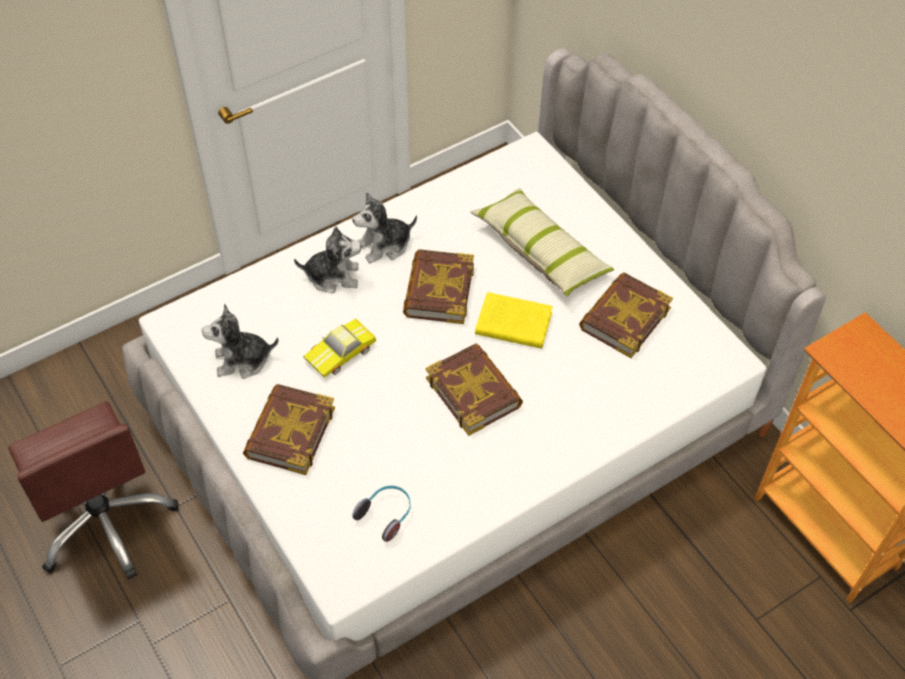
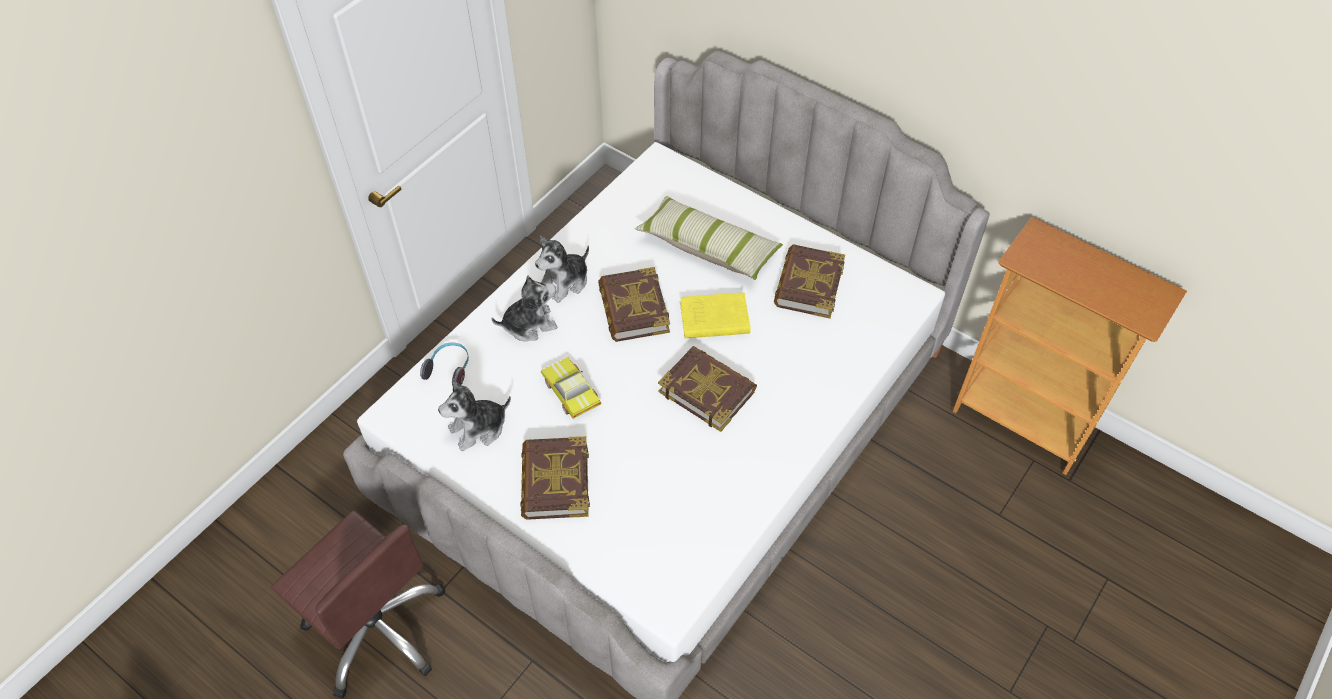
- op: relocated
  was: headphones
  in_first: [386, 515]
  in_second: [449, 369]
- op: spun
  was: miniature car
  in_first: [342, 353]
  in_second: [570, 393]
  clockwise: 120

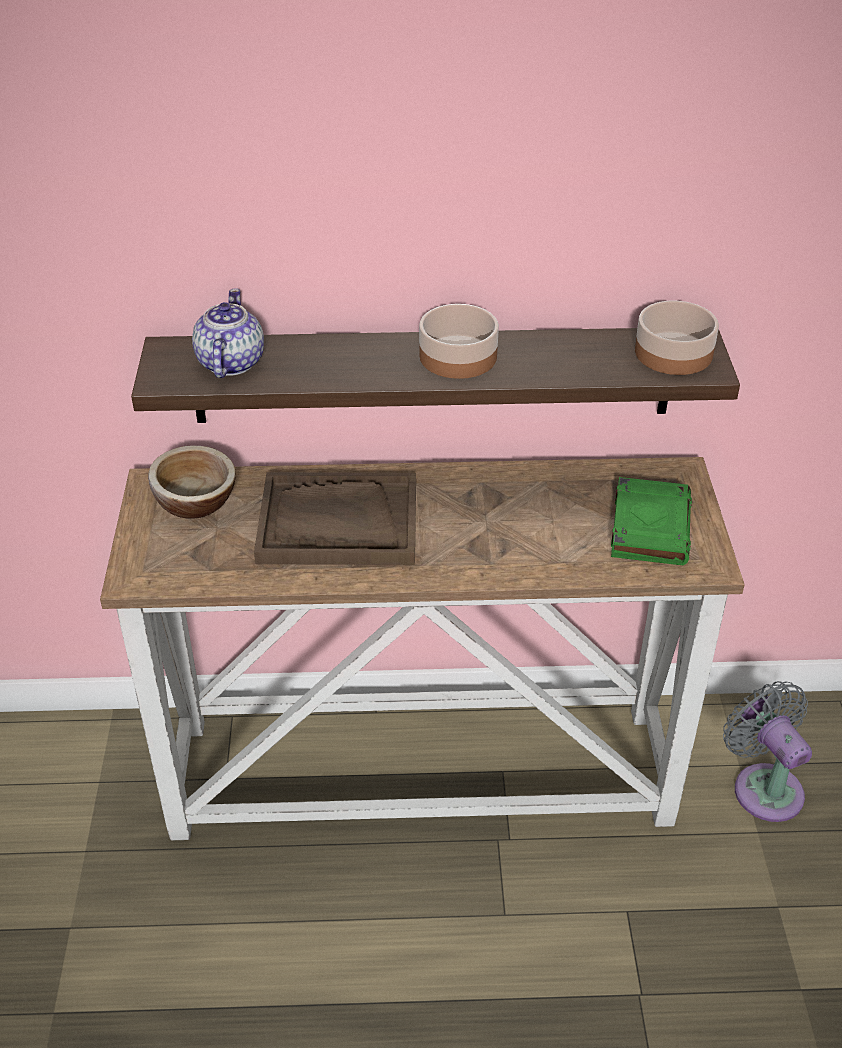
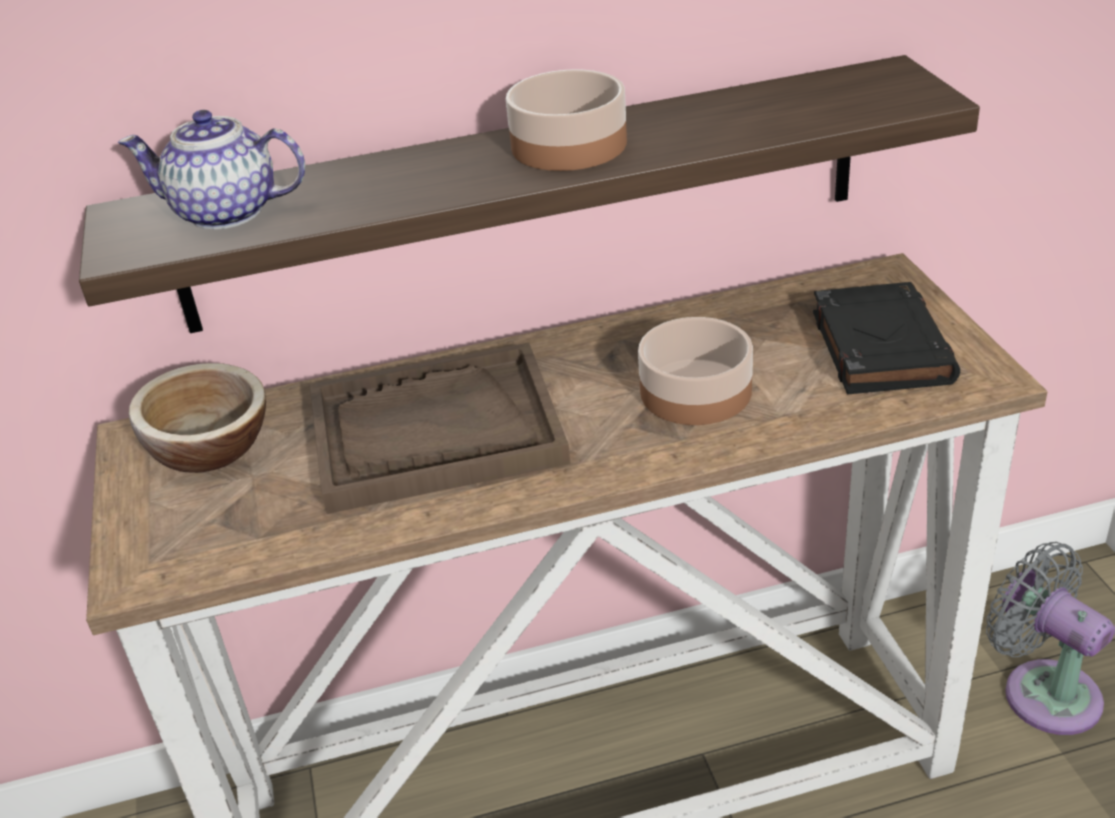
- op: spun
  was: pot for tea
  in_first: [229, 363]
  in_second: [227, 212]
  clockwise: -75
- op: relocated
  was: serving bowl
  in_first: [672, 353]
  in_second: [695, 393]
- op: colour
  was: bound book in greenish
  now: bound book in black-coloured
  in_first: [649, 526]
  in_second: [879, 346]

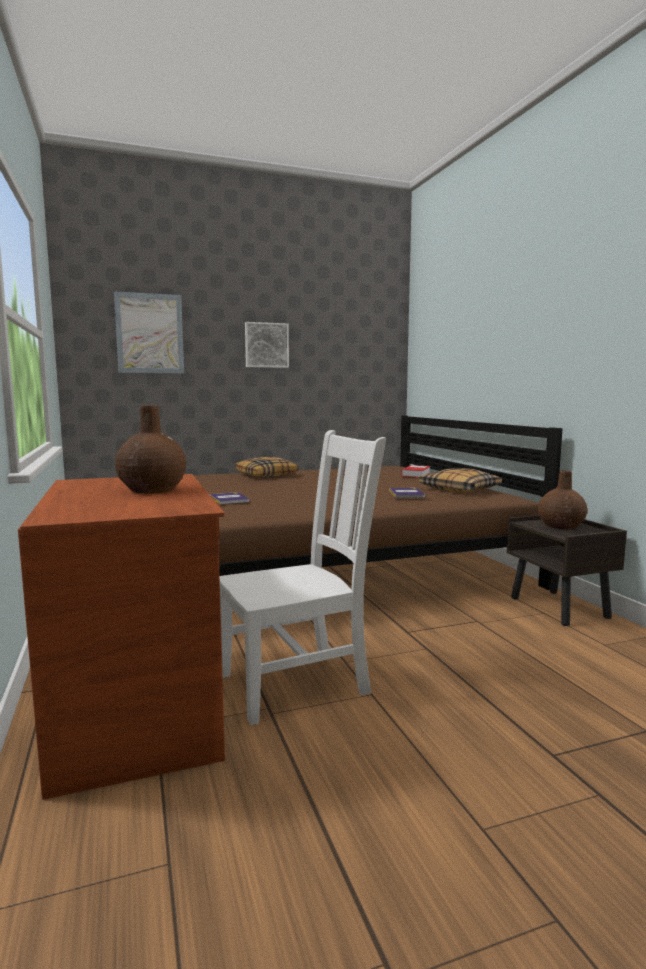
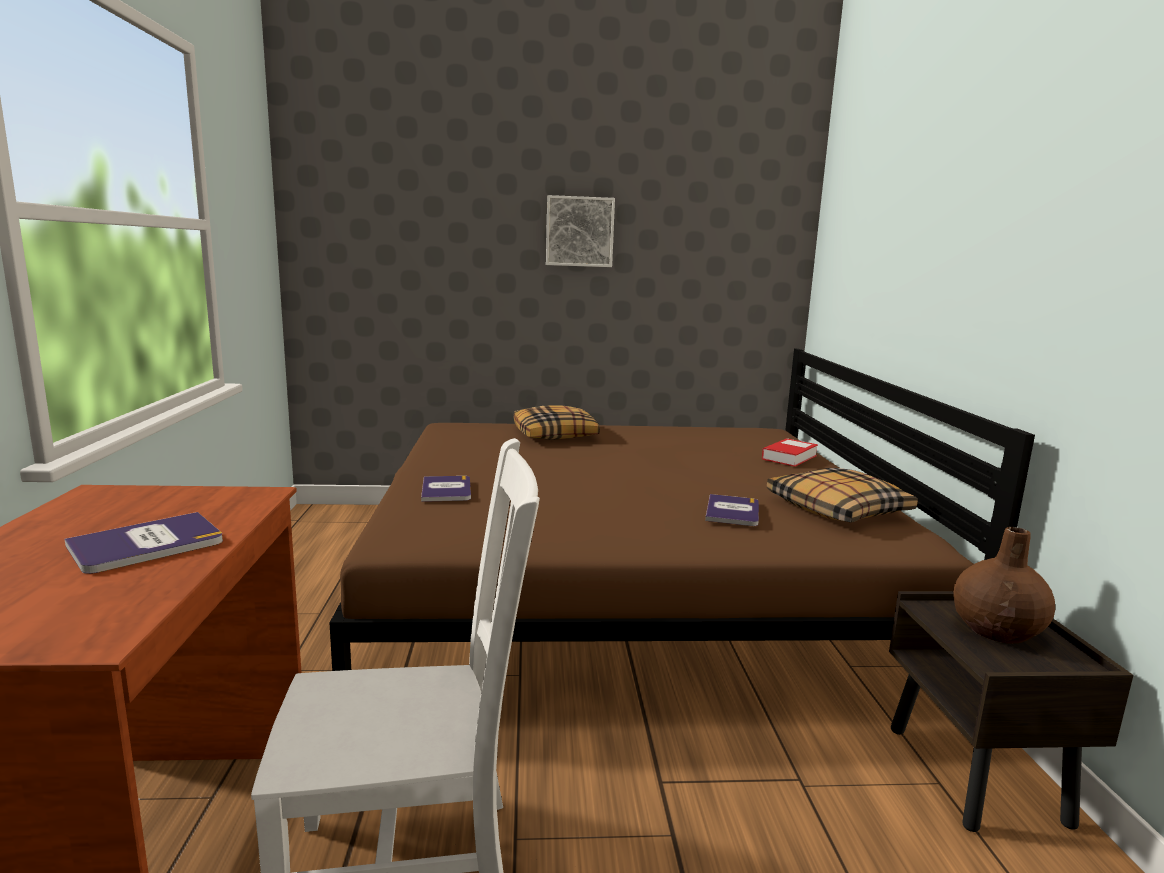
- op: exchanged
  was: flower vase in brownish
  now: bound book
  in_first: [153, 490]
  in_second: [147, 544]
- op: missing
  was: wall picture
  in_first: [149, 333]

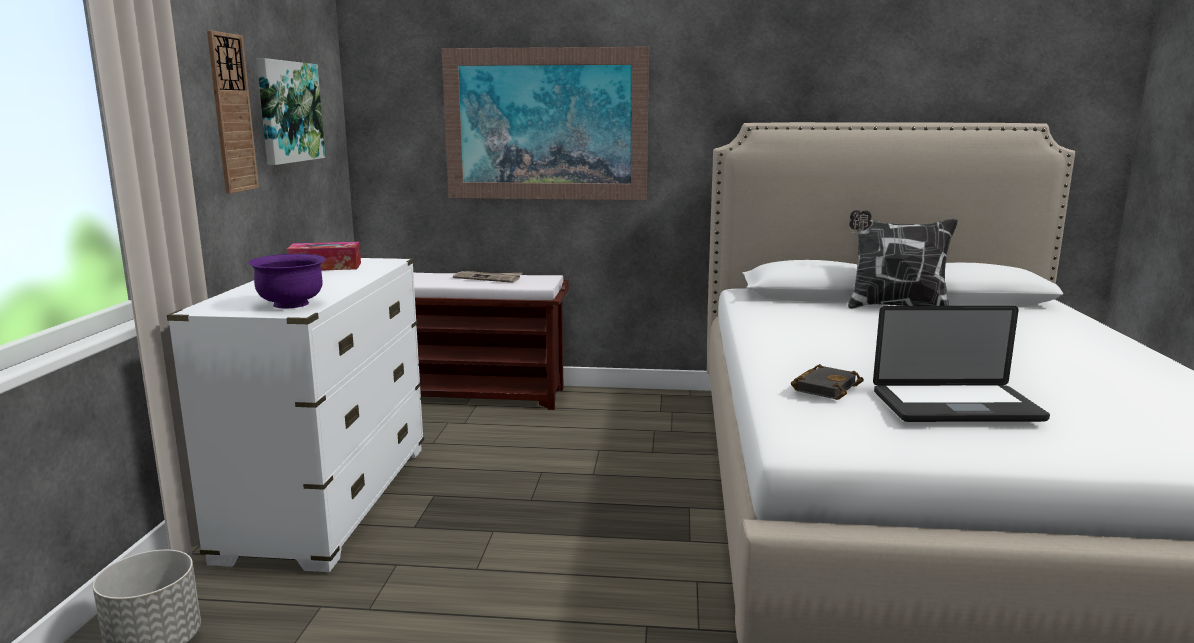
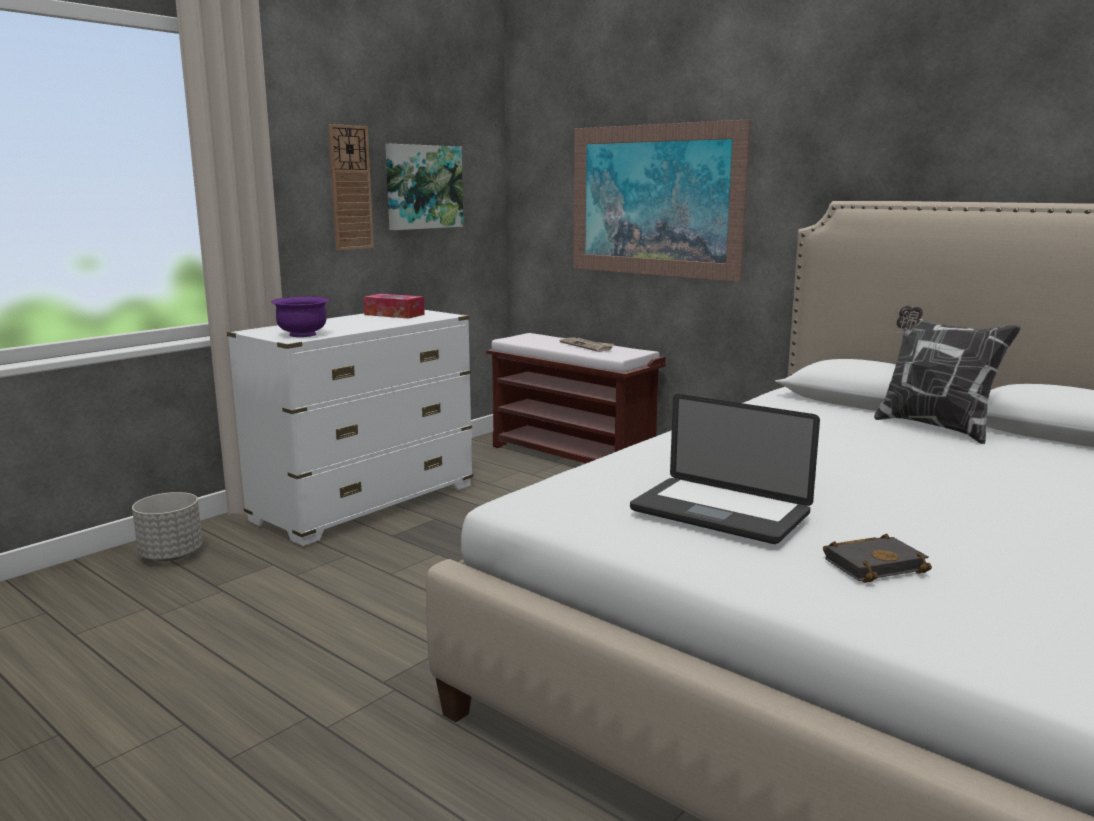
- op: relocated
  was: bound book in black-coloured
  in_first: [825, 387]
  in_second: [874, 564]

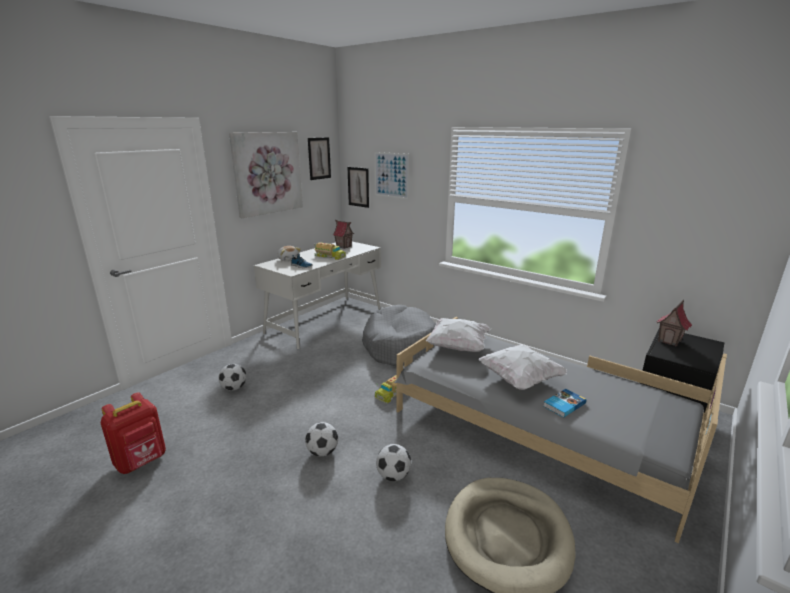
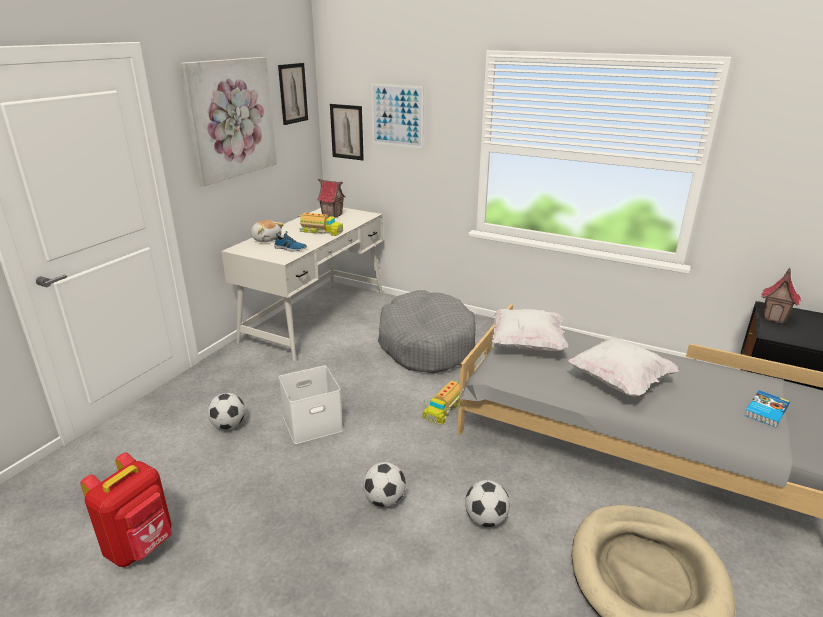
- op: appeared
  now: storage container in white
  in_second: [311, 424]
- op: relocated
  was: bound book
  in_first: [563, 404]
  in_second: [765, 410]

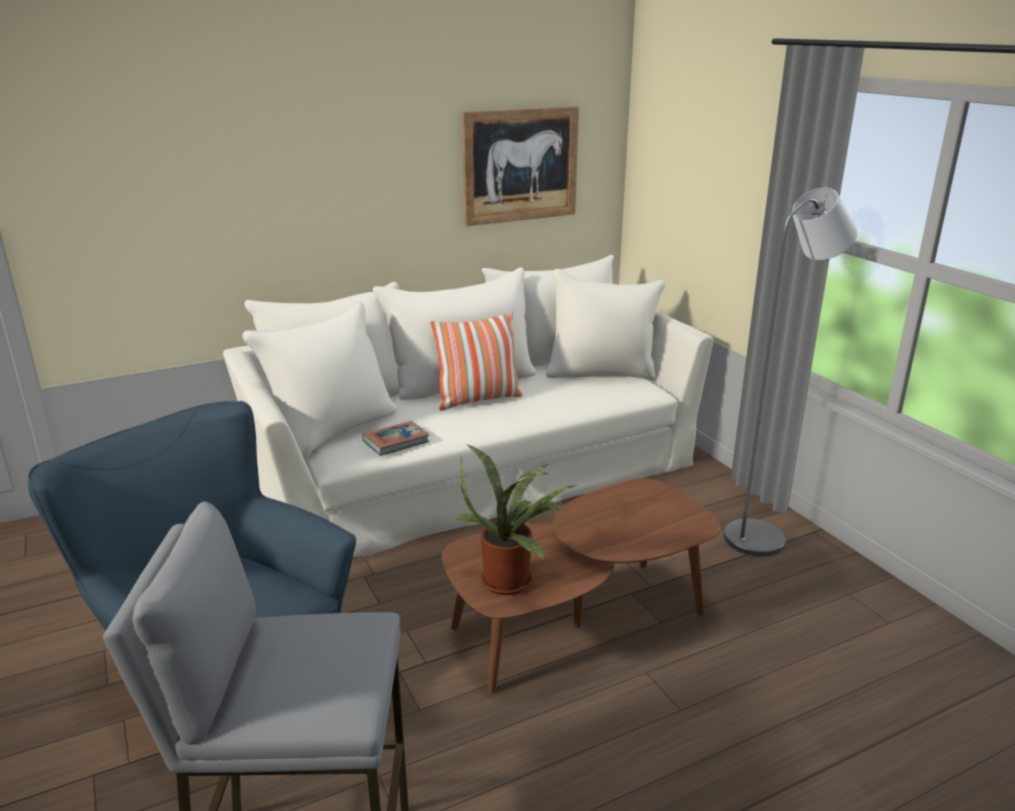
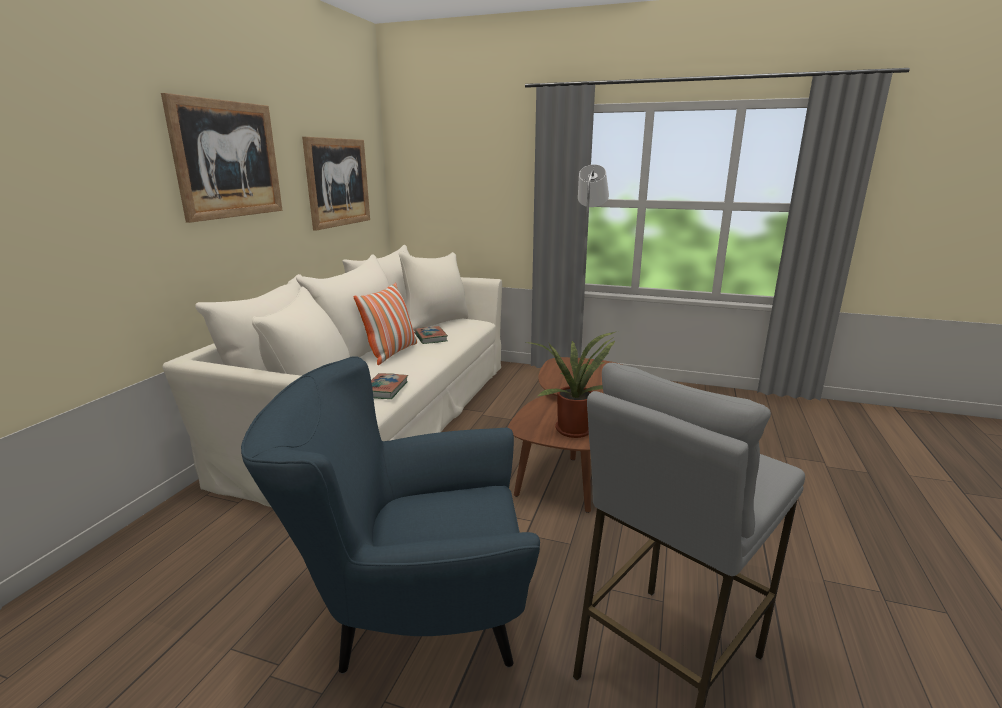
- op: appeared
  now: wall picture
  in_second: [228, 160]
- op: appeared
  now: bound book
  in_second: [430, 338]

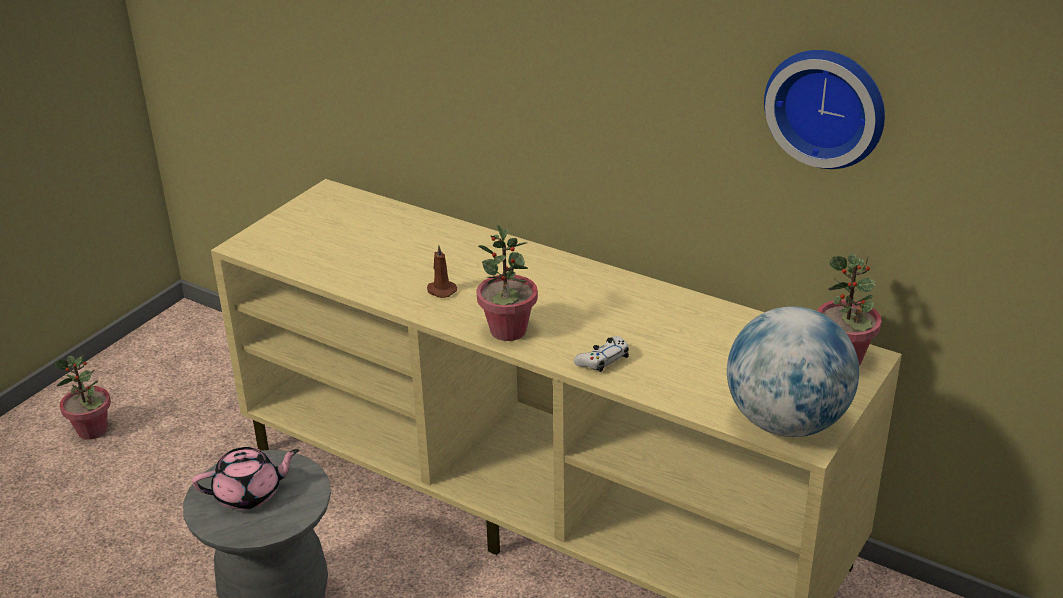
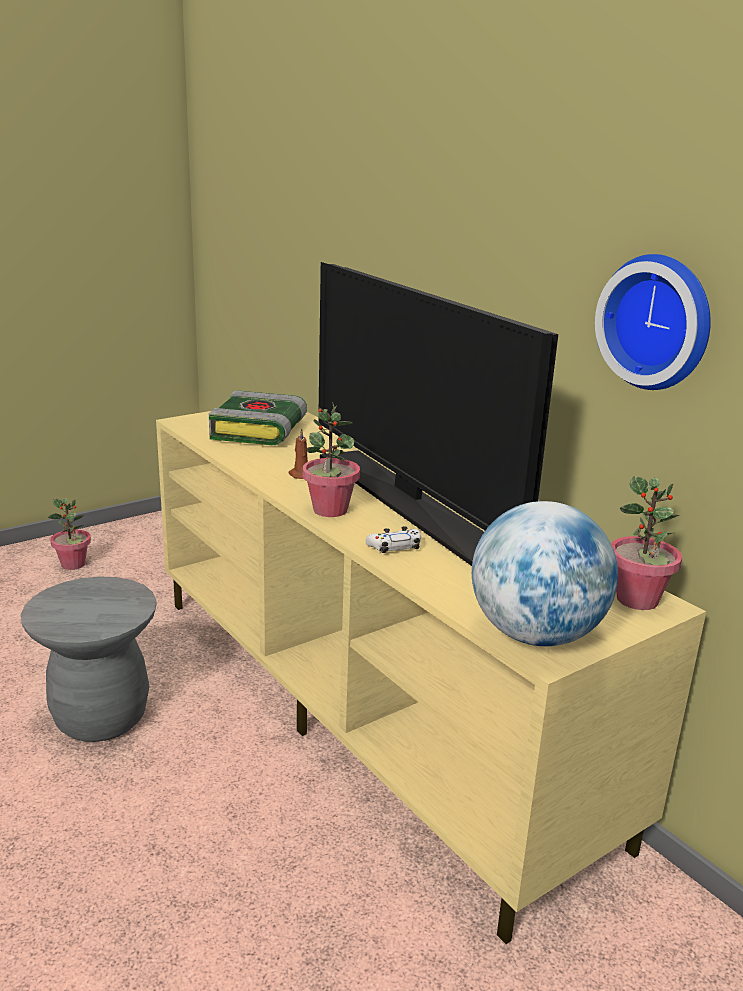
- op: appeared
  now: bound book
  in_second: [260, 431]
- op: appeared
  now: television
  in_second: [410, 503]
- op: missing
  was: pot for tea in pink-coloured
  in_first: [249, 494]

